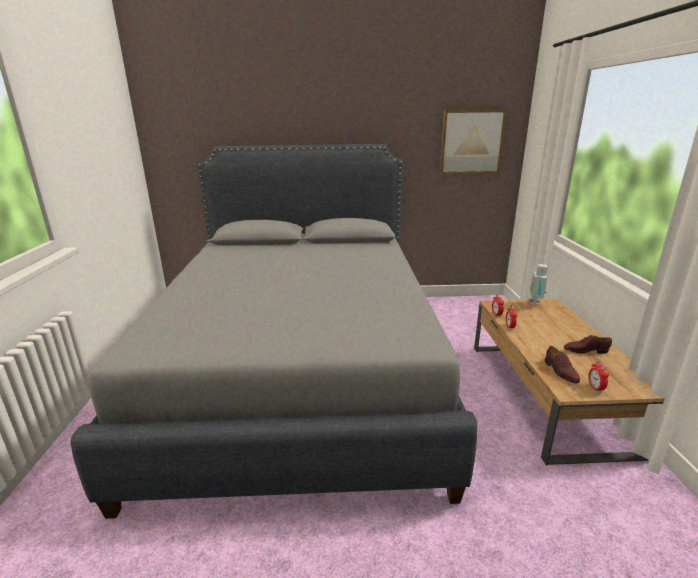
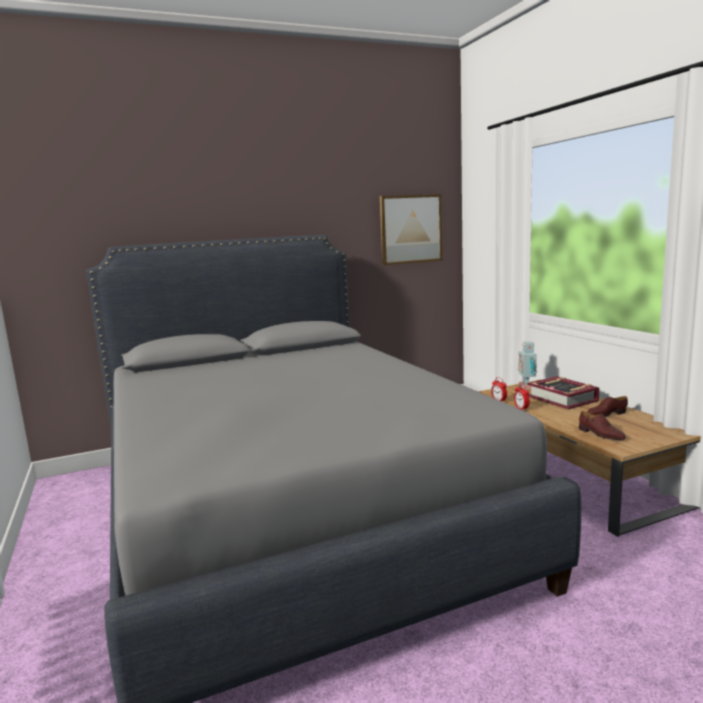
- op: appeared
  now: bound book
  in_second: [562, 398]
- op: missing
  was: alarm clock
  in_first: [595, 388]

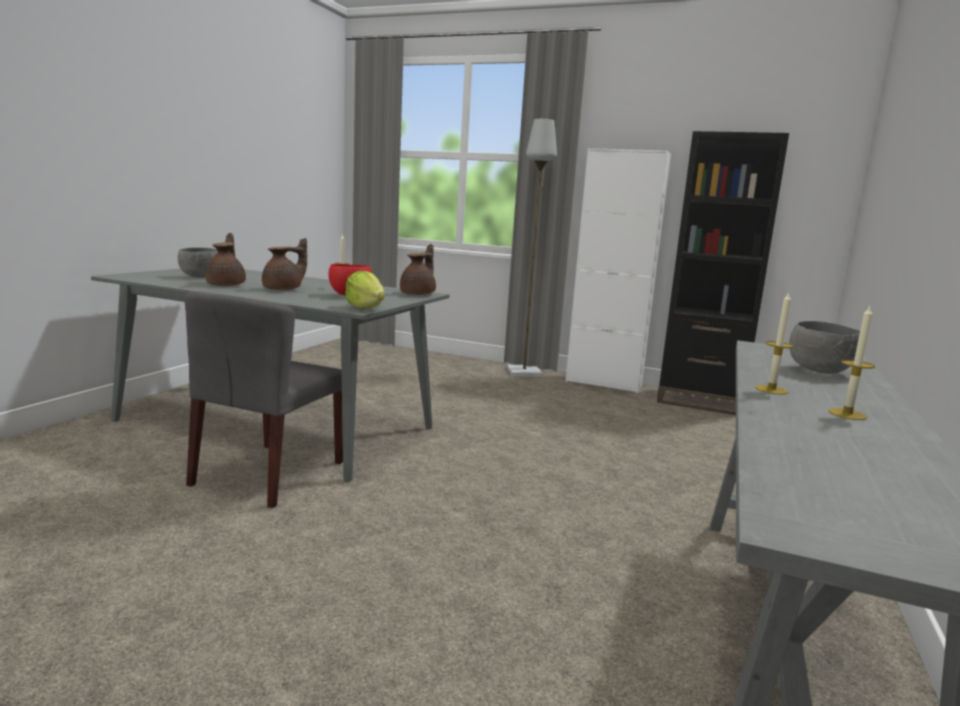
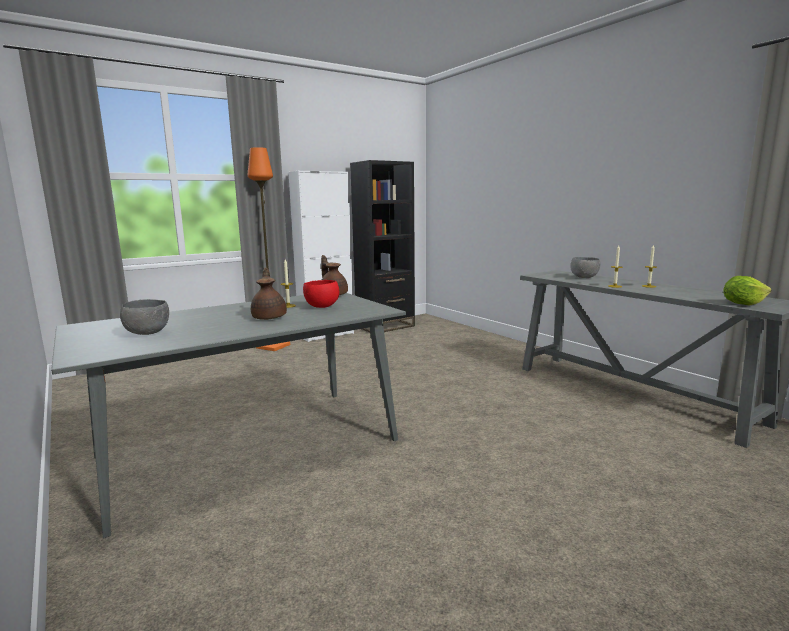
- op: colour
  was: floor lamp in gray
  now: floor lamp in orange
  in_first: [524, 372]
  in_second: [273, 346]
- op: relocated
  was: head of lettuce
  in_first: [365, 308]
  in_second: [743, 304]
- op: missing
  was: plain chair in gray
  in_first: [269, 474]
- op: missing
  was: pot for tea in brownish
  in_first: [227, 285]

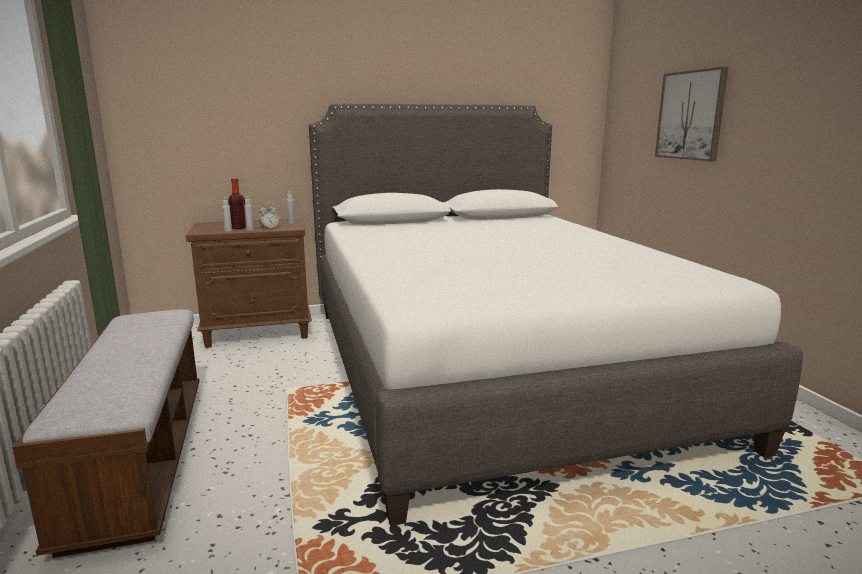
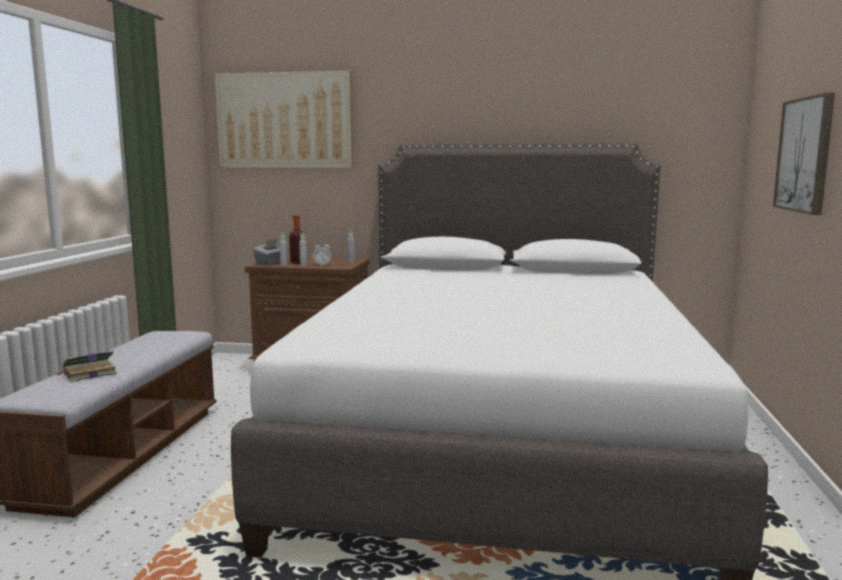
- op: appeared
  now: bound book
  in_second: [88, 373]
- op: appeared
  now: wall picture
  in_second: [284, 120]
- op: appeared
  now: box of tissues in gray
  in_second: [271, 263]

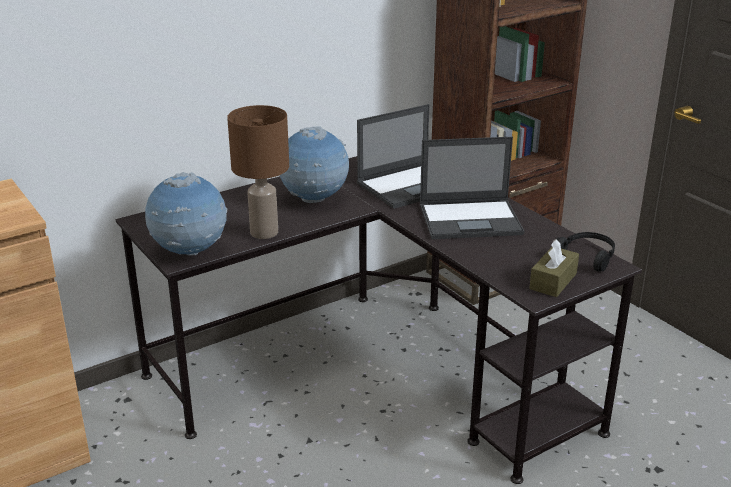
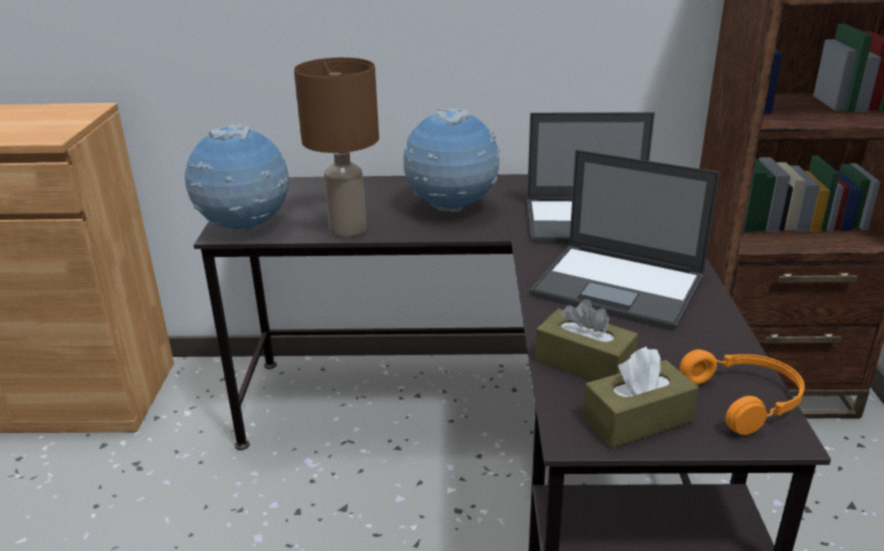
- op: appeared
  now: box of tissues in brownish
  in_second: [584, 363]
- op: colour
  was: headphones in black-coloured
  now: headphones in orange
  in_first: [587, 256]
  in_second: [746, 399]

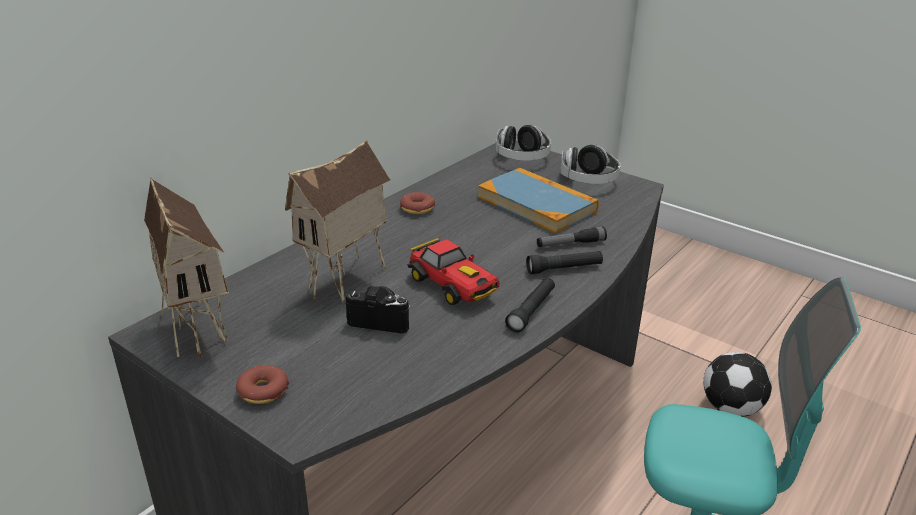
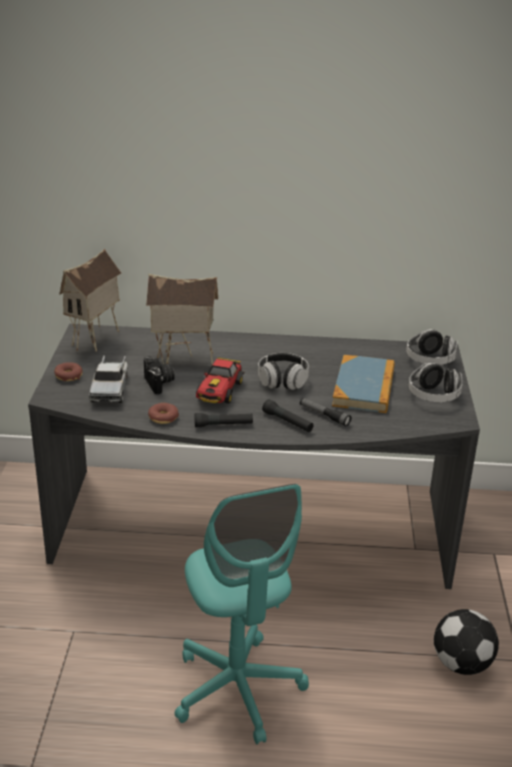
- op: appeared
  now: model truck
  in_second: [110, 388]
- op: relocated
  was: donut
  in_first: [417, 208]
  in_second: [163, 418]
- op: appeared
  now: headphones
  in_second: [282, 381]

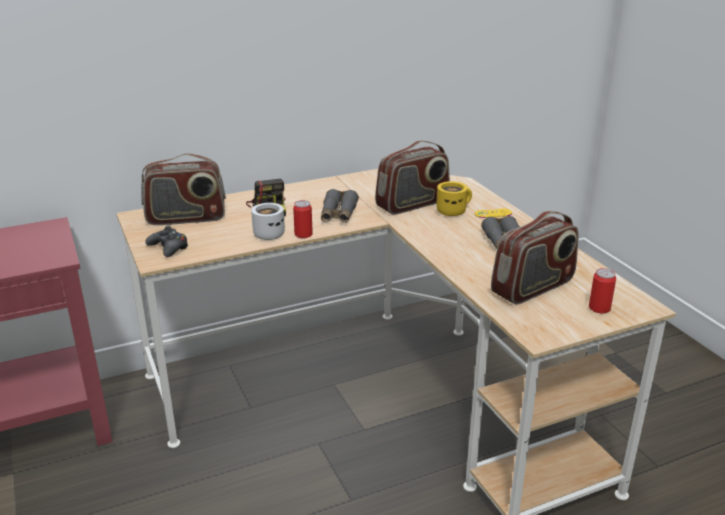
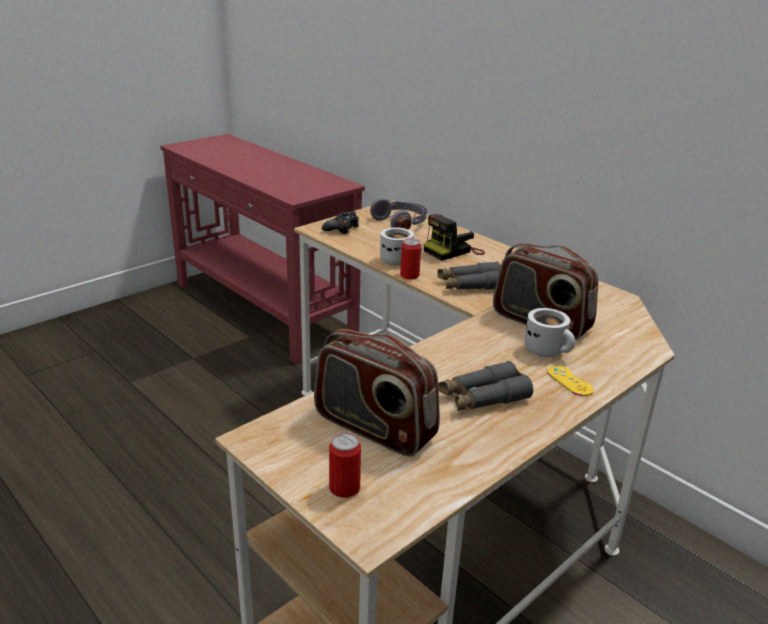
- op: exchanged
  was: radio set
  now: headphones in gray
  in_first: [186, 218]
  in_second: [401, 224]
- op: colour
  was: tea mug in yellowish
  now: tea mug in white
  in_first: [452, 211]
  in_second: [548, 350]

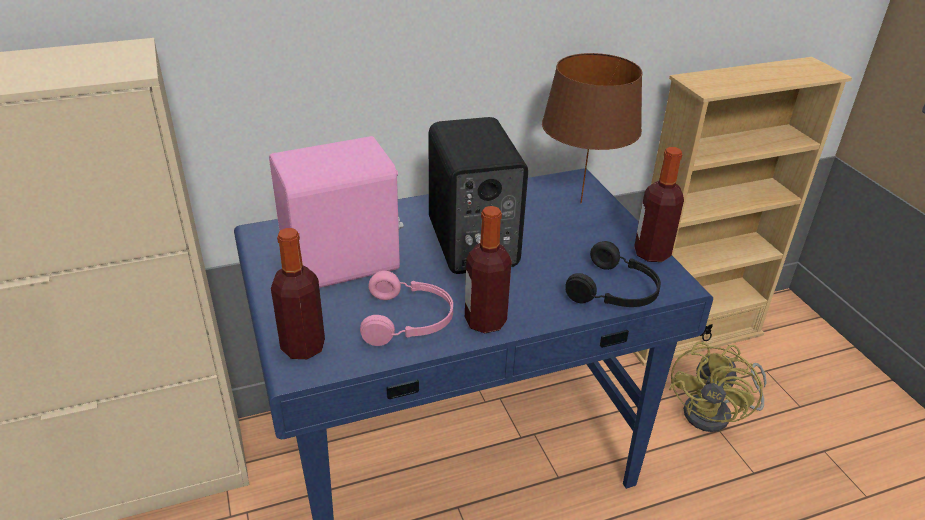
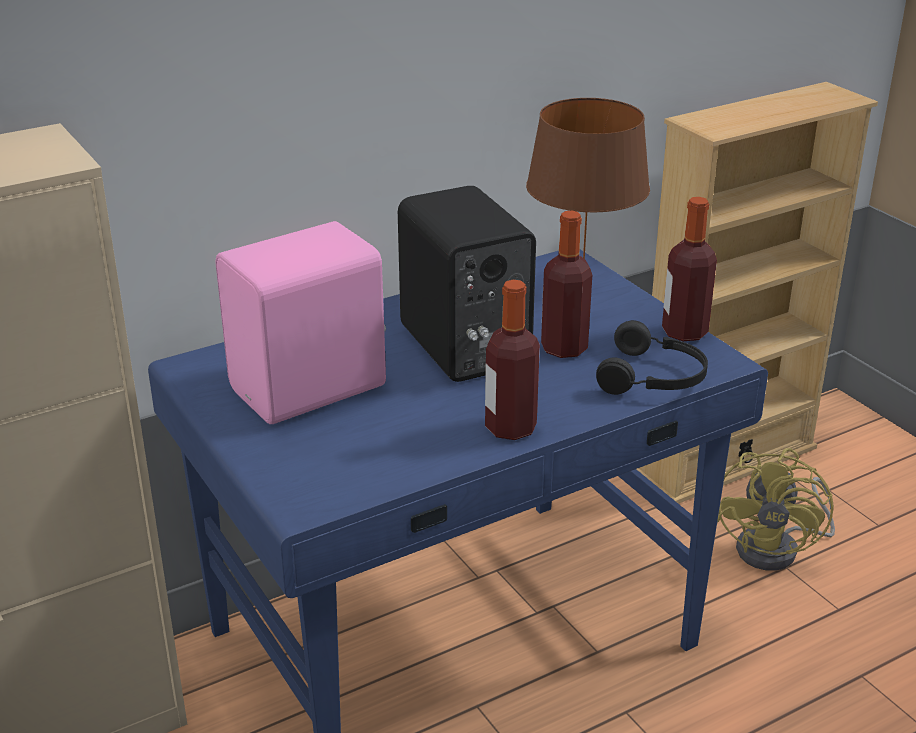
- op: relocated
  was: beverage bottle
  in_first: [303, 347]
  in_second: [564, 348]
- op: missing
  was: headphones in pink-coloured
  in_first: [409, 320]

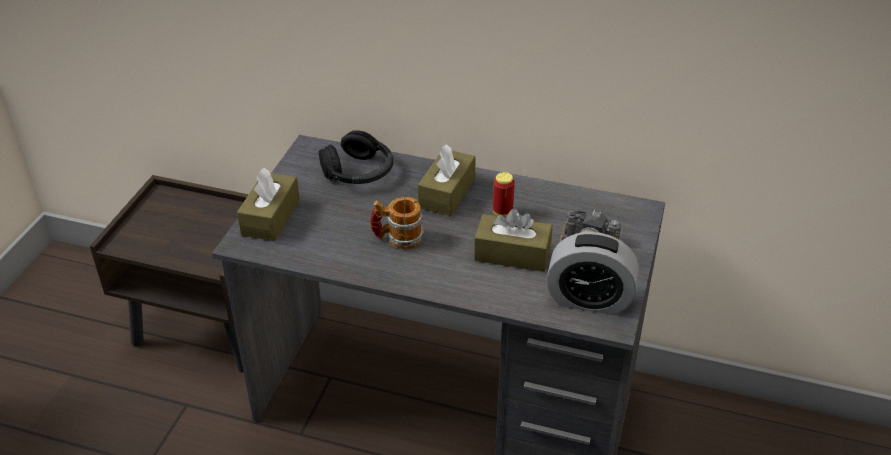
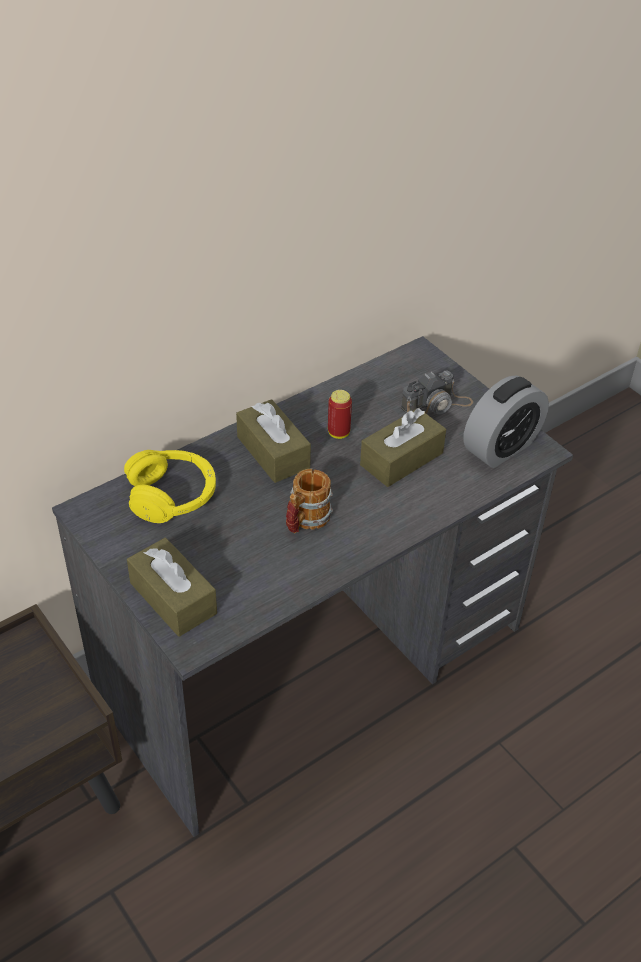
- op: colour
  was: headphones in black-coloured
  now: headphones in yellowish
  in_first: [358, 172]
  in_second: [172, 495]

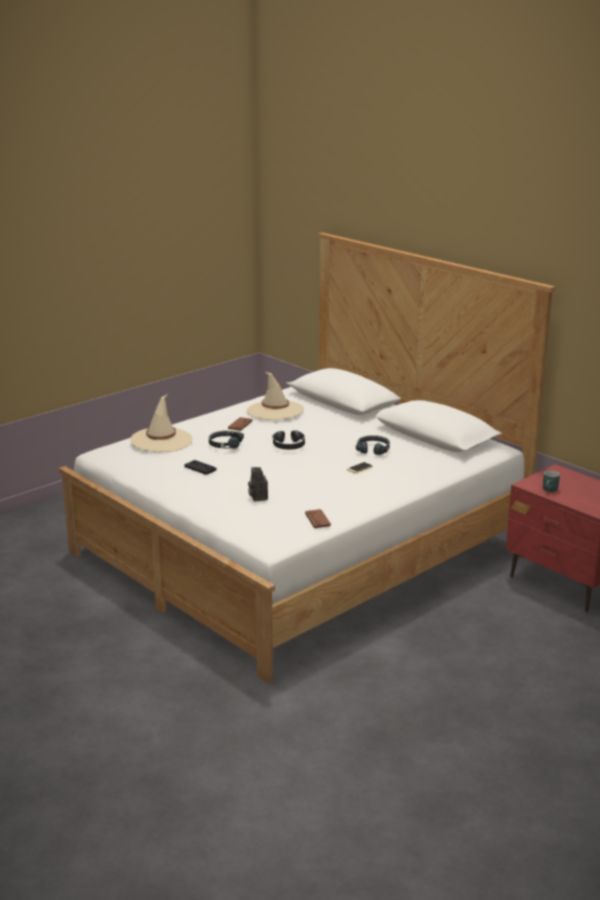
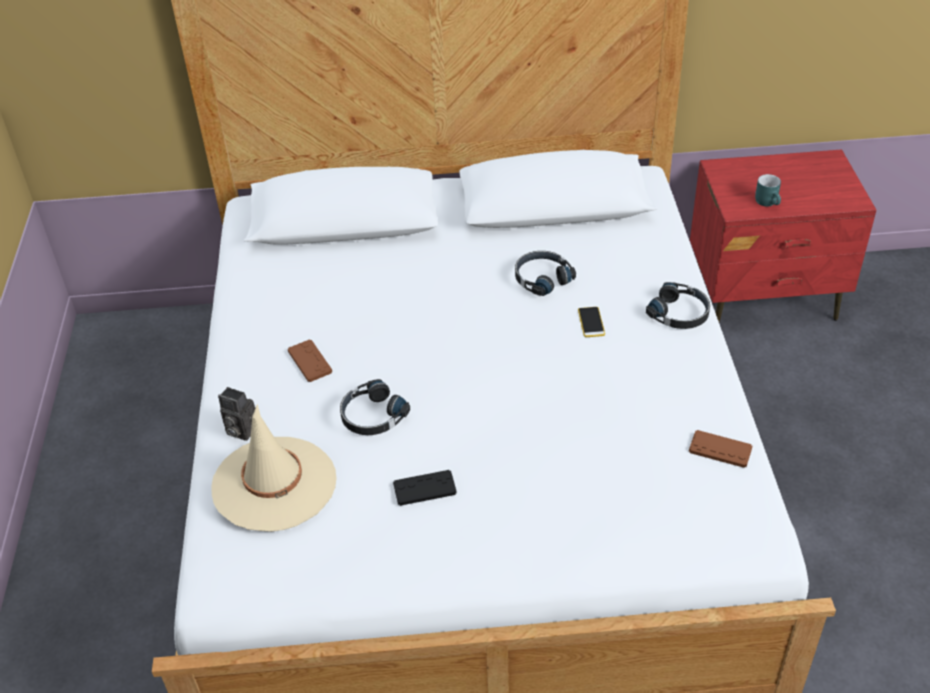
- op: relocated
  was: still camera
  in_first: [257, 497]
  in_second: [240, 430]
- op: relocated
  was: headphones in black-coloured
  in_first: [289, 445]
  in_second: [679, 313]
- op: missing
  was: hat in sand-coloured
  in_first: [275, 411]

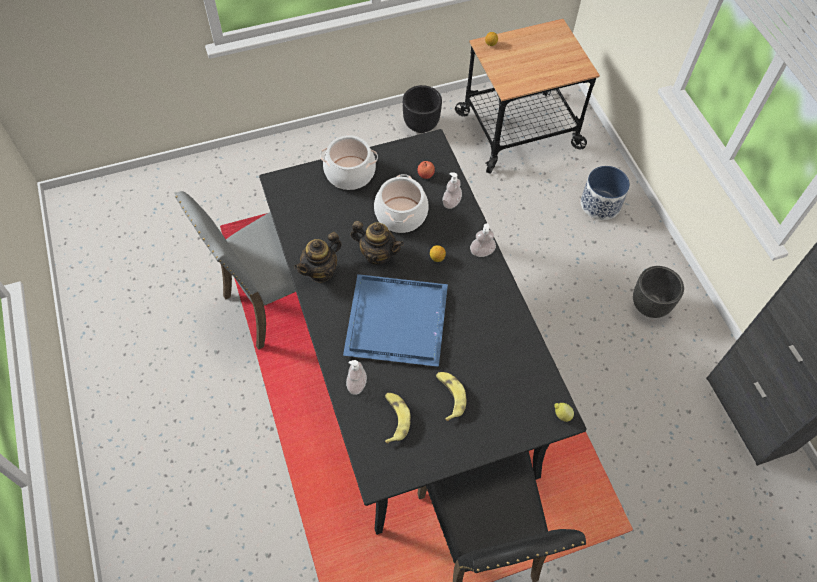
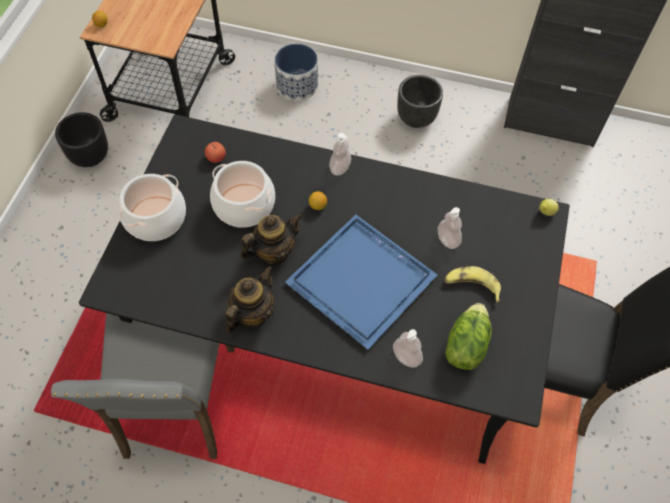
- op: spun
  was: pot for tea
  in_first: [320, 271]
  in_second: [252, 314]
  clockwise: -135
- op: relocated
  was: liquid soap bottle
  in_first: [451, 202]
  in_second: [447, 240]
- op: exchanged
  was: banana
  now: head of lettuce
  in_first: [394, 418]
  in_second: [465, 345]

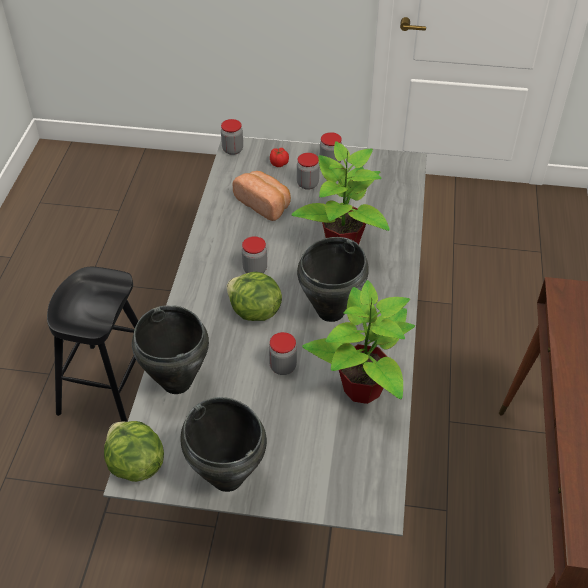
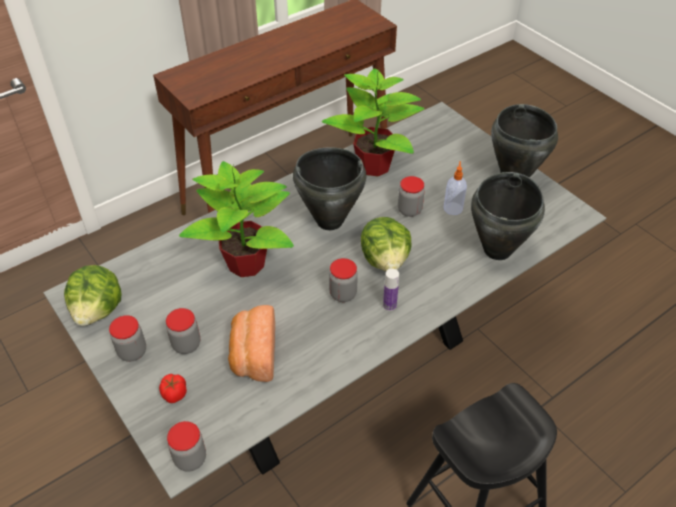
- op: relocated
  was: head of lettuce
  in_first: [135, 464]
  in_second: [99, 310]
- op: appeared
  now: beverage bottle
  in_second: [389, 305]
- op: appeared
  now: liquid soap bottle
  in_second: [453, 208]

